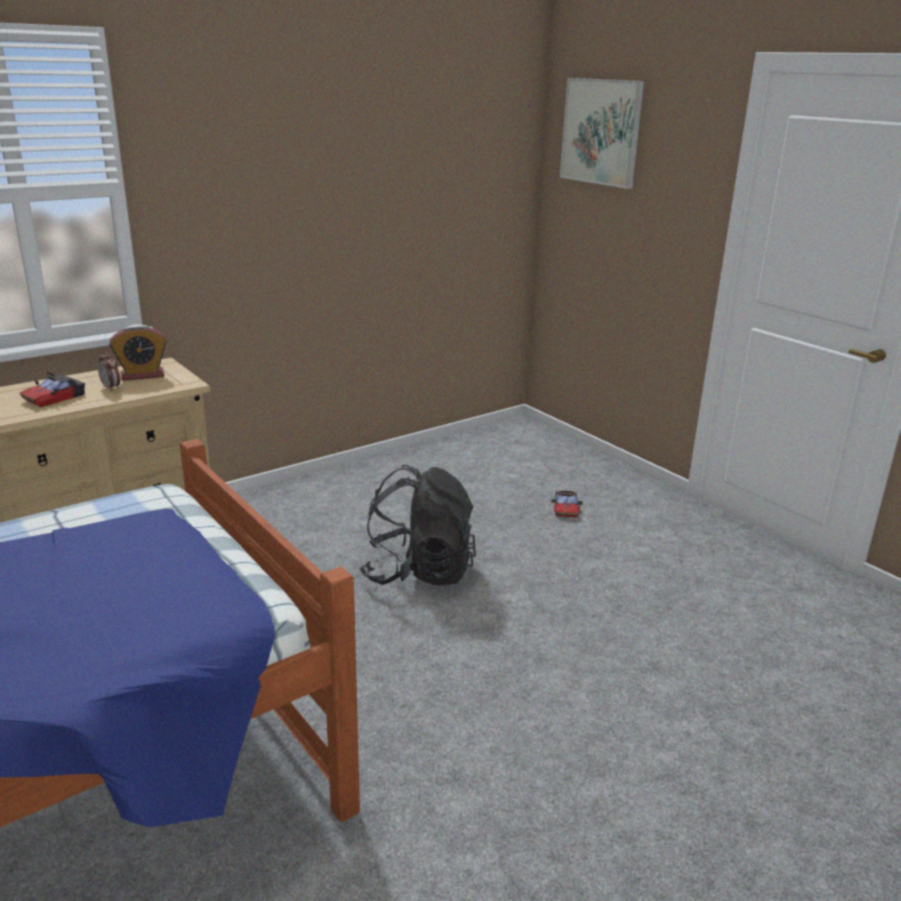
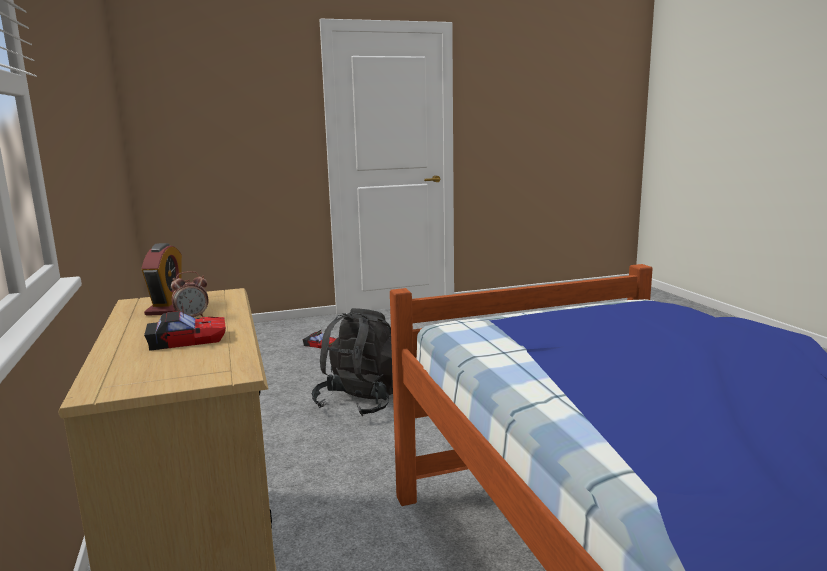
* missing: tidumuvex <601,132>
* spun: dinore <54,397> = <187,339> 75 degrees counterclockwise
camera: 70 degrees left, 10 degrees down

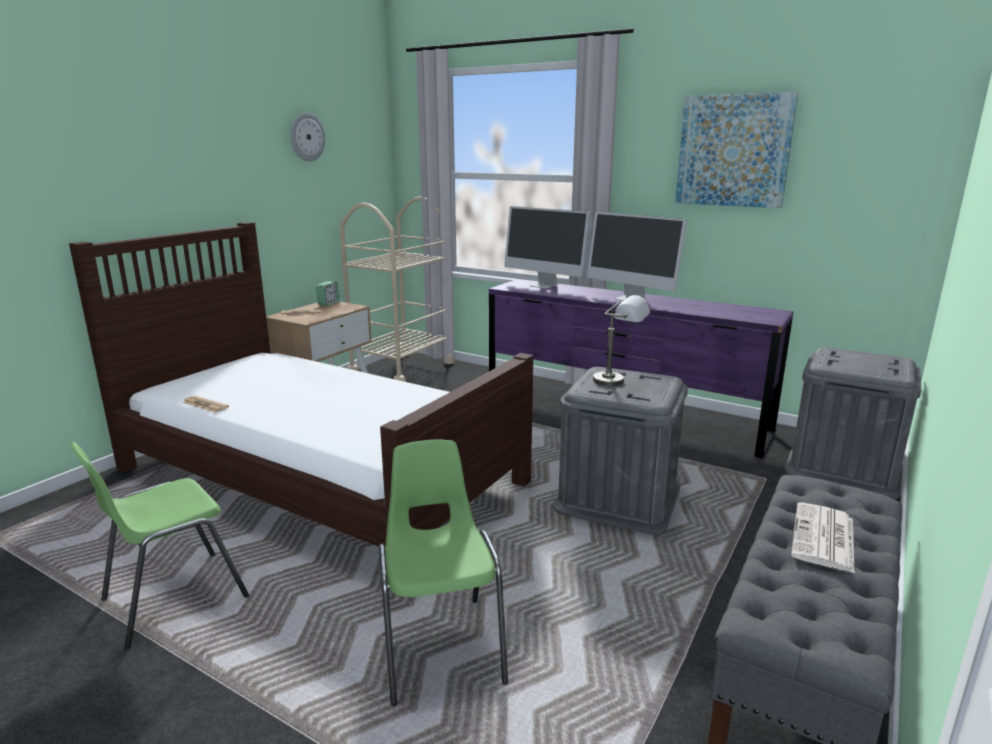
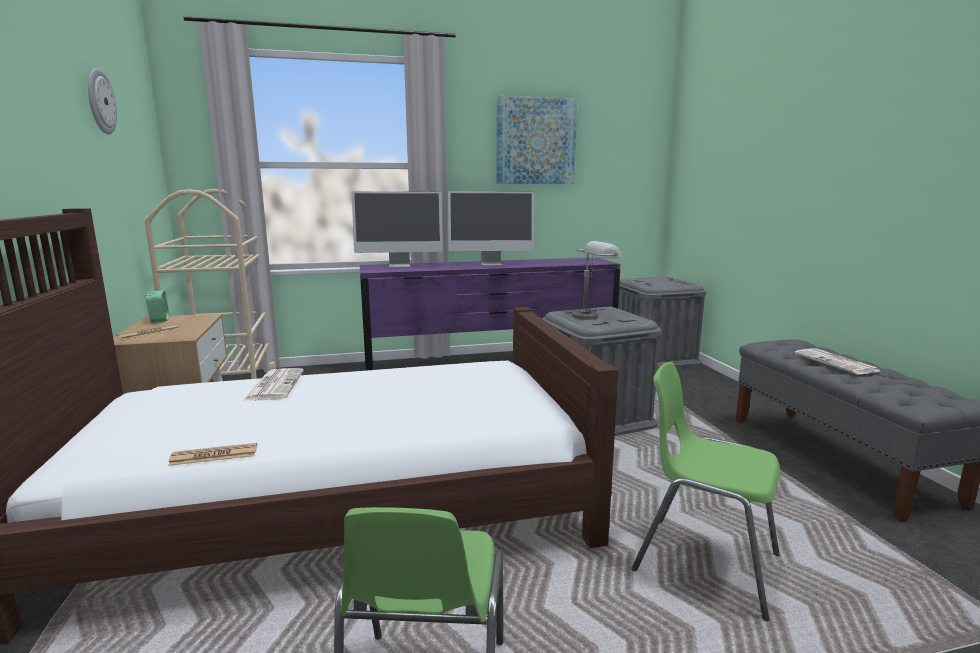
* appeared: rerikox <275,385>
camera: 45 degrees left, 5 degrees down

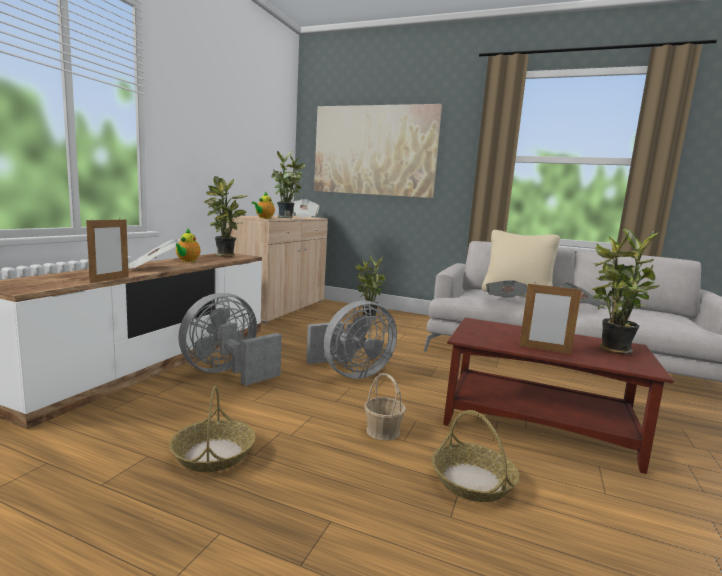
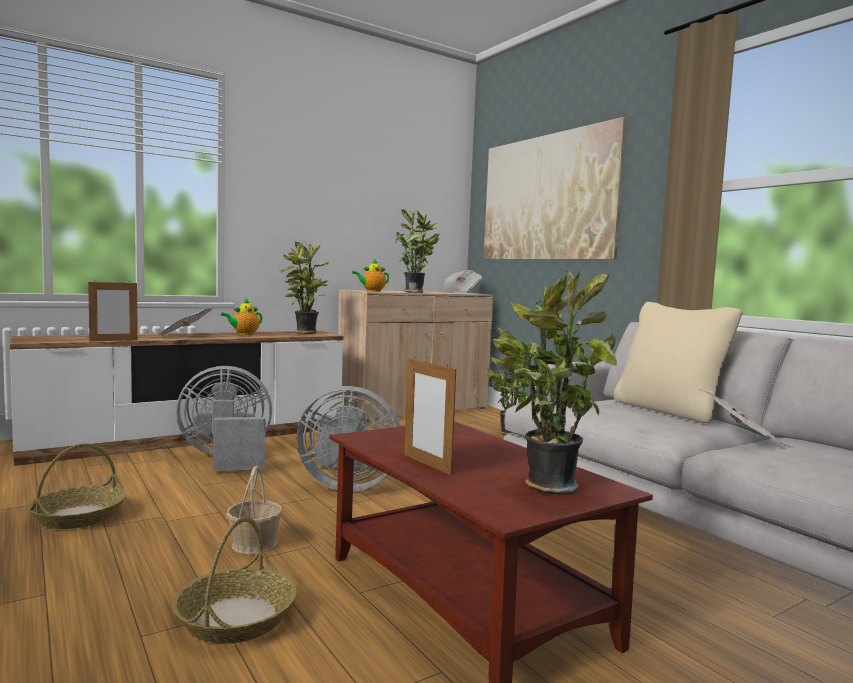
* missing: rerikox <505,301>
camera: 35 degrees right, 5 degrees down

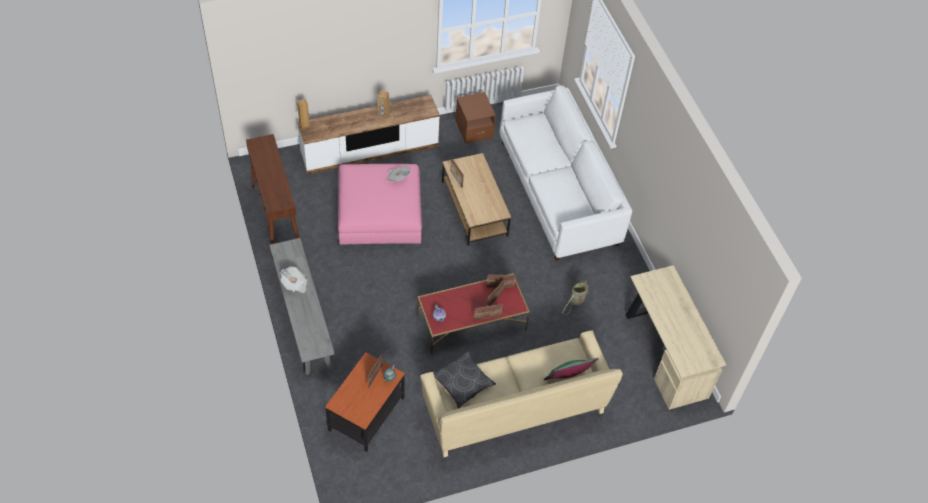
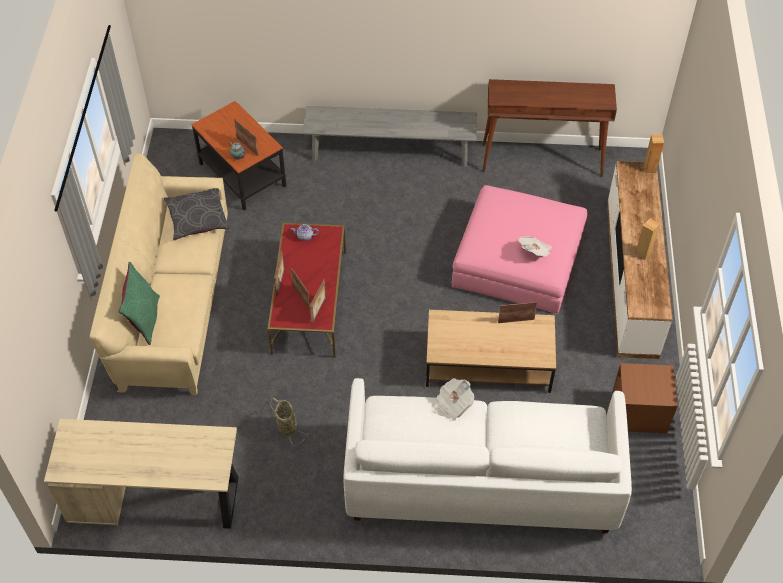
* relocated: rerikox <295,284> to <452,405>
camera: 115 degrees right, 0 degrees up

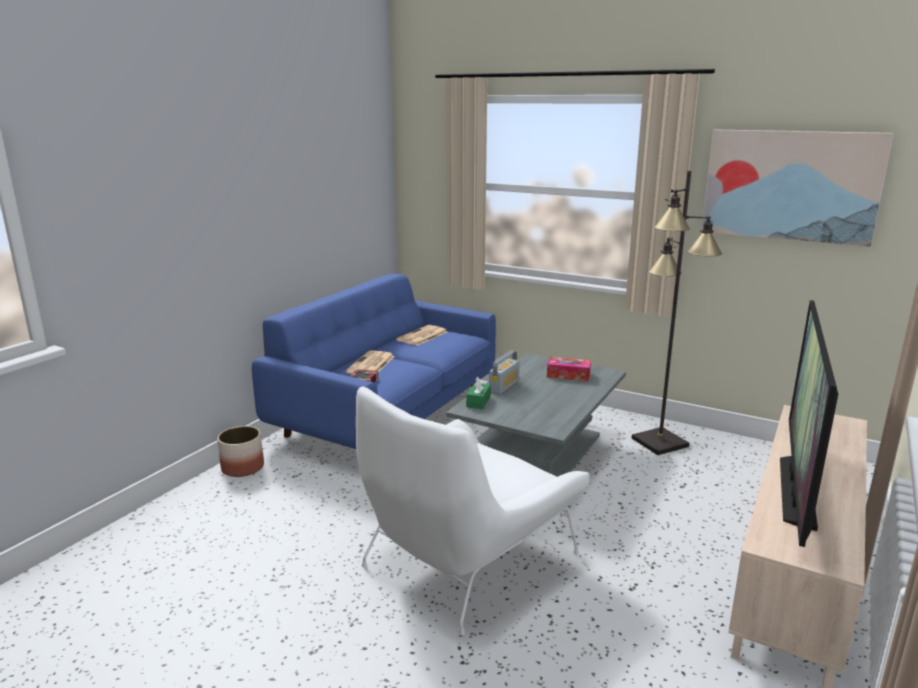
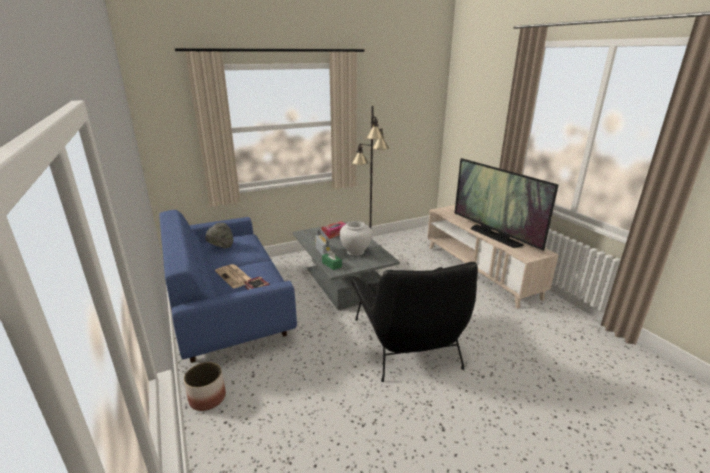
* missing: tidumuvex <790,185>
* appeared: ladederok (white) <355,252>
* exchanged: rerikox <422,336> to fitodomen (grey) <221,247>
* colour: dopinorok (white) <468,558> to dopinorok (black) <407,342>
camera: 55 degrees left, 5 degrees up

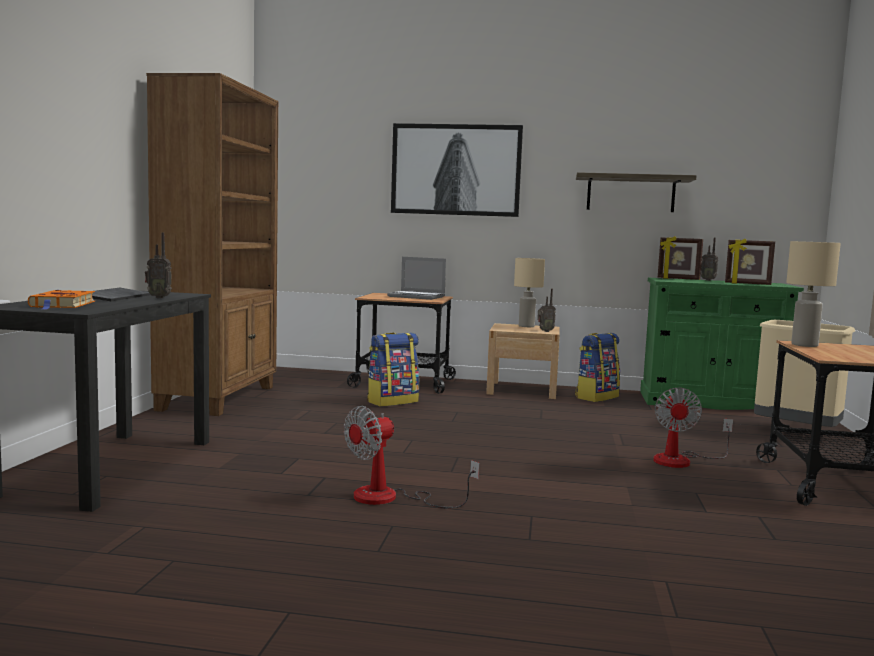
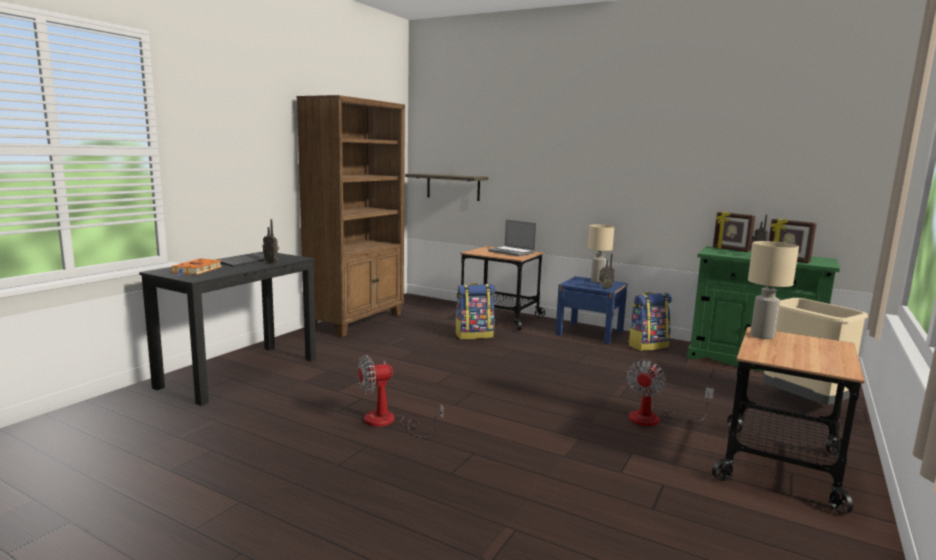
* missing: tidumuvex <455,170>
* relocated: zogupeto <630,194> to <453,187>
* colour: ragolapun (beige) <522,390> to ragolapun (blue) <589,333>
camera: 20 degrees right, 5 degrees up

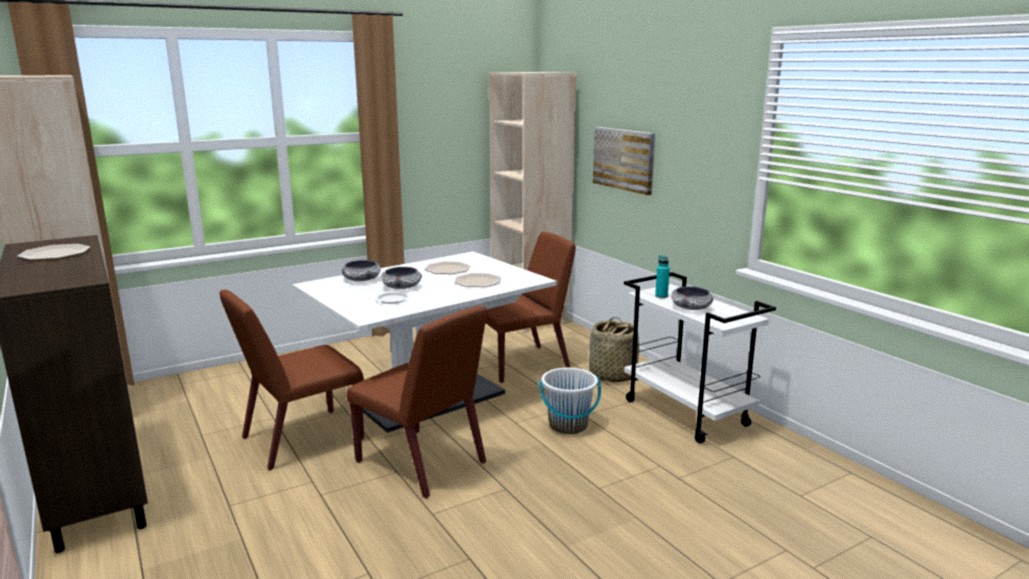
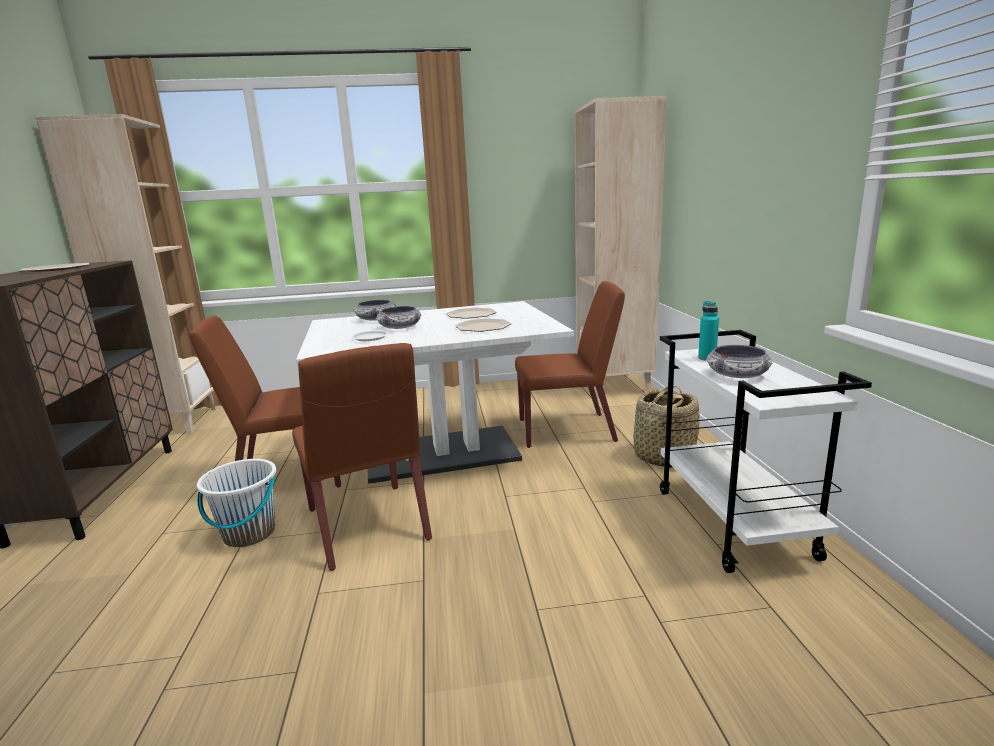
* missing: tidumuvex <624,159>
* relocated: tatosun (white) <568,425> to <249,534>
camera: 25 degrees right, 0 degrees up

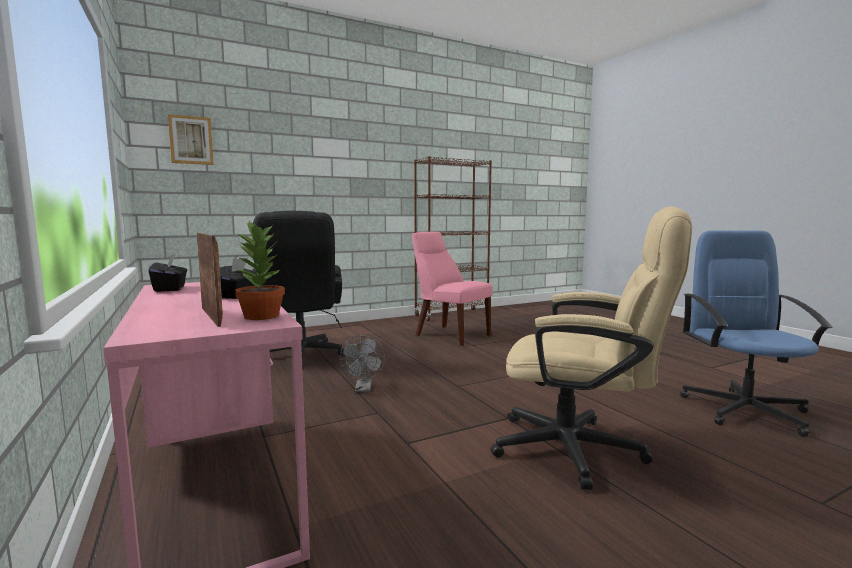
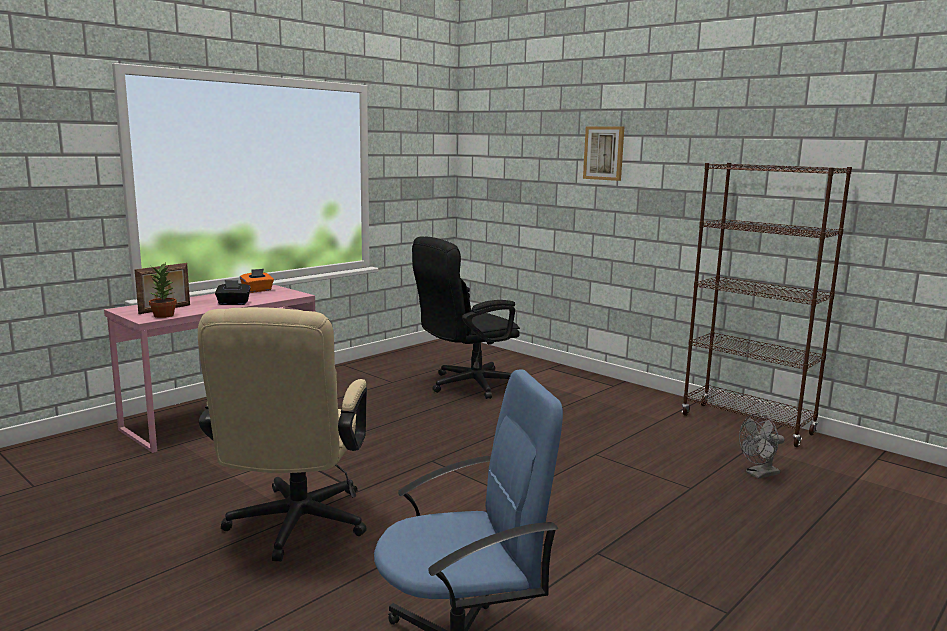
* missing: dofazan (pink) <449,335>
* relocated: tidumuvex <191,140> to <604,153>
* relocated: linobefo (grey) <363,389> to <759,474>
* colour: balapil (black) <170,289> to balapil (orange) <257,290>
camera: 70 degrees right, 5 degrees up

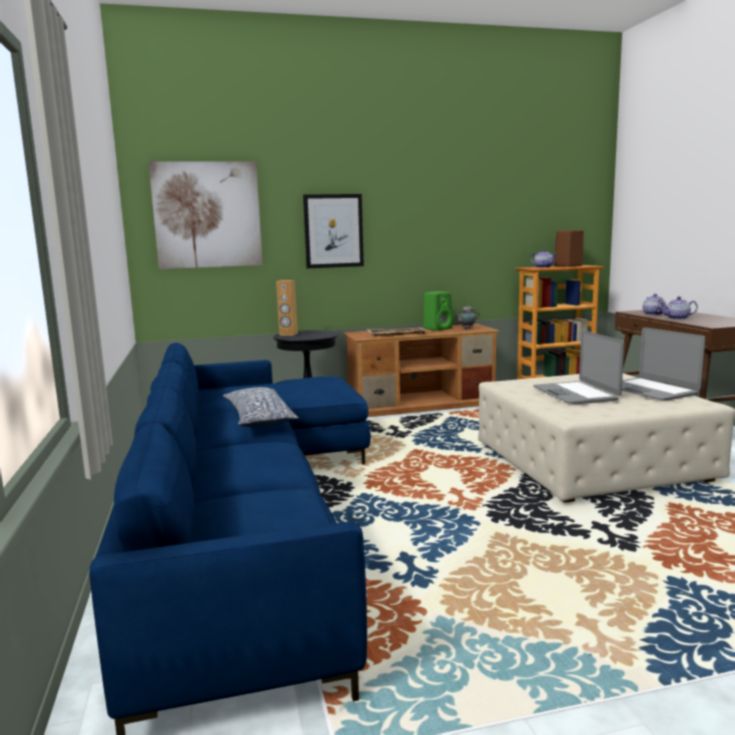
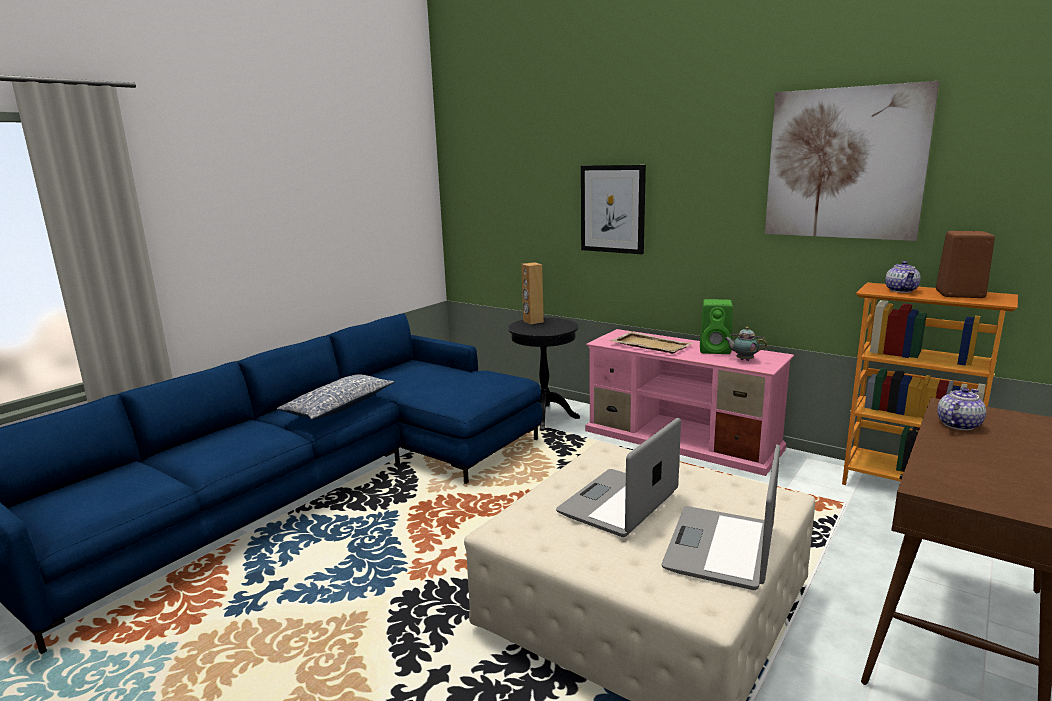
* missing: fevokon <677,318>
* relocated: tidumuvex <207,215> to <844,164>
* colour: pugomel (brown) <422,404> to pugomel (pink) <683,440>
camera: 50 degrees right, 5 degrees up

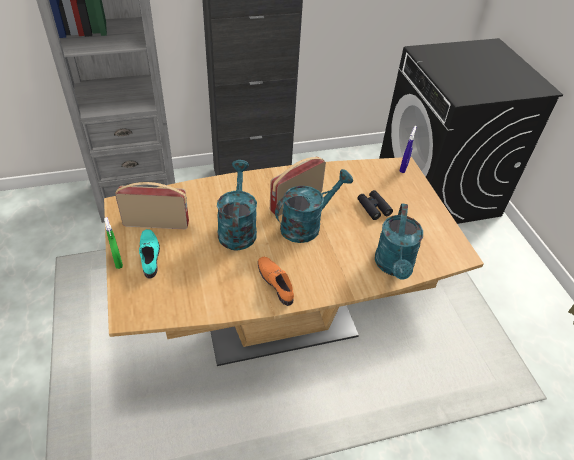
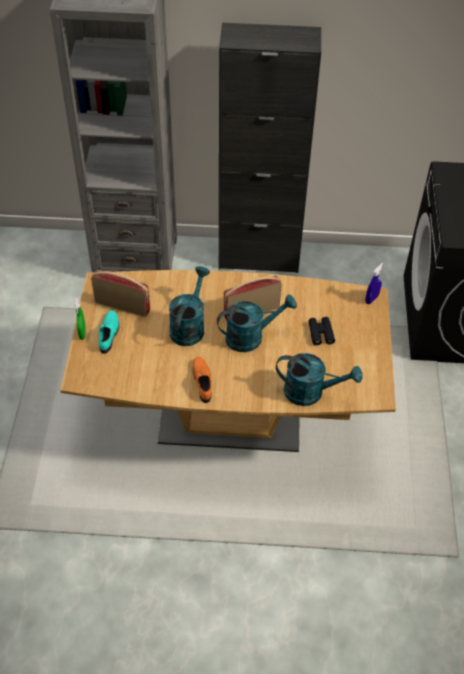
* spun: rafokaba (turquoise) <394,266> = <311,392> 105 degrees counterclockwise
camera: 20 degrees right, 5 degrees up

